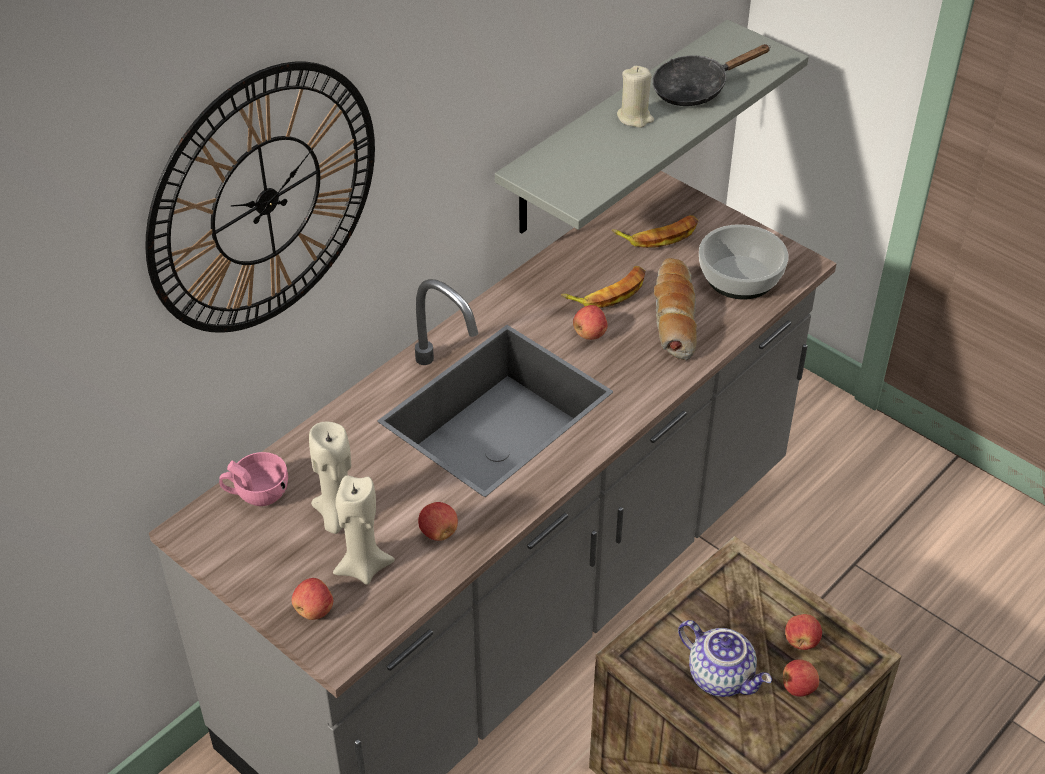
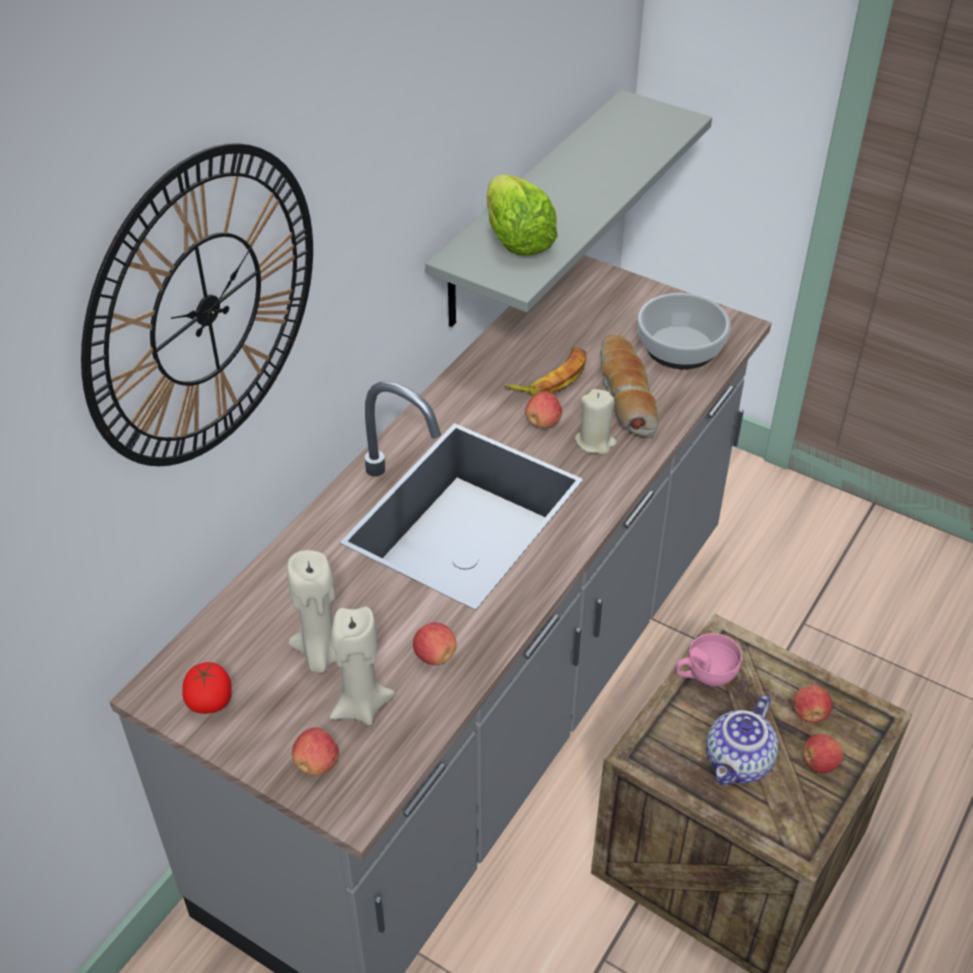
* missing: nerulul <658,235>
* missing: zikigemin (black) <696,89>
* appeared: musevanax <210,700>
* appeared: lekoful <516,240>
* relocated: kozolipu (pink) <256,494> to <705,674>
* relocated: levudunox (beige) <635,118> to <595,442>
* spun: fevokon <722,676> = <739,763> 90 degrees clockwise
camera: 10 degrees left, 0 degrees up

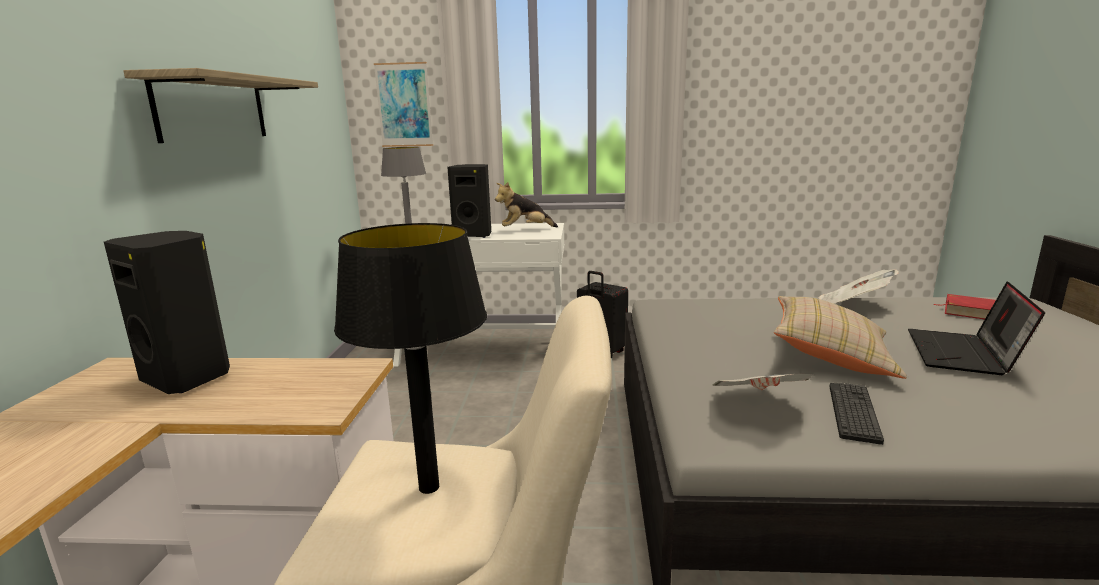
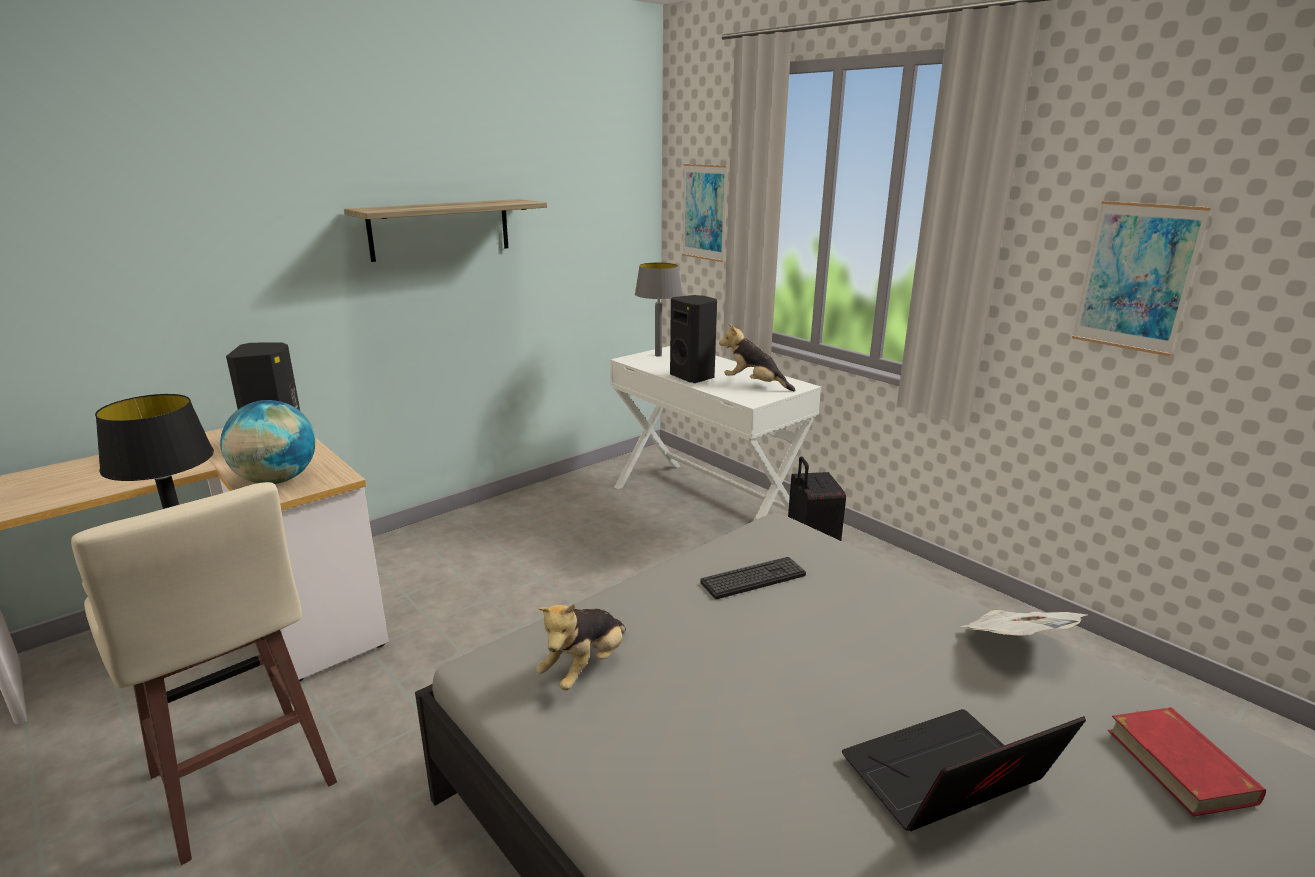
* missing: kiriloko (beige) <830,356>
* appeared: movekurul <277,480>
* appeared: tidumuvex <1136,277>
* relocated: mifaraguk <853,412> to <753,578>
* exchanged: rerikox <757,404> to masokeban <585,668>
camera: 45 degrees right, 5 degrees up

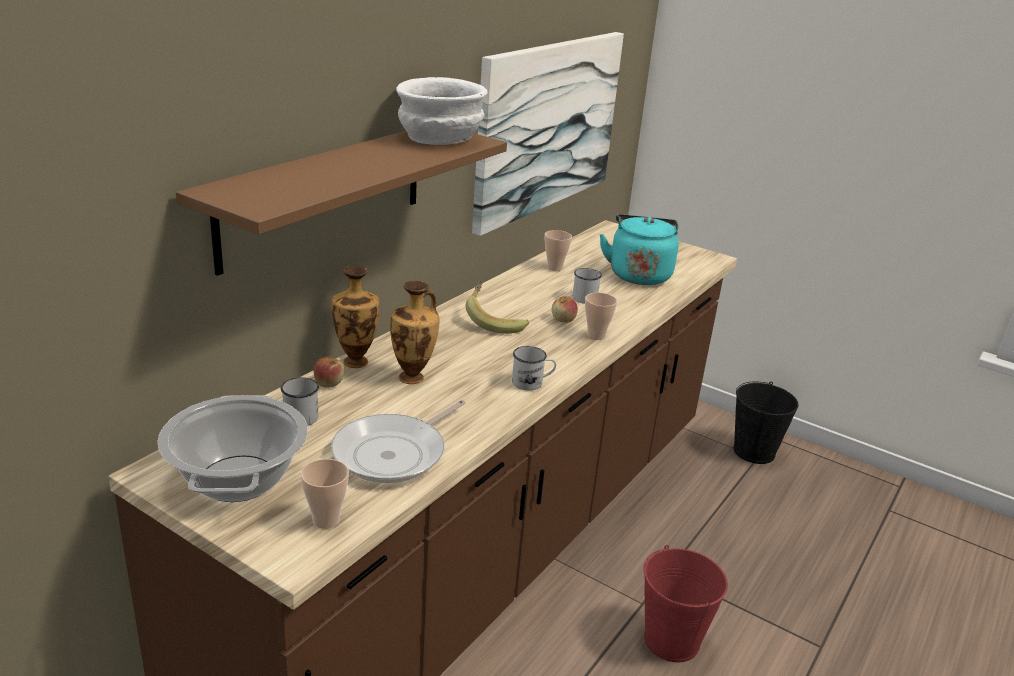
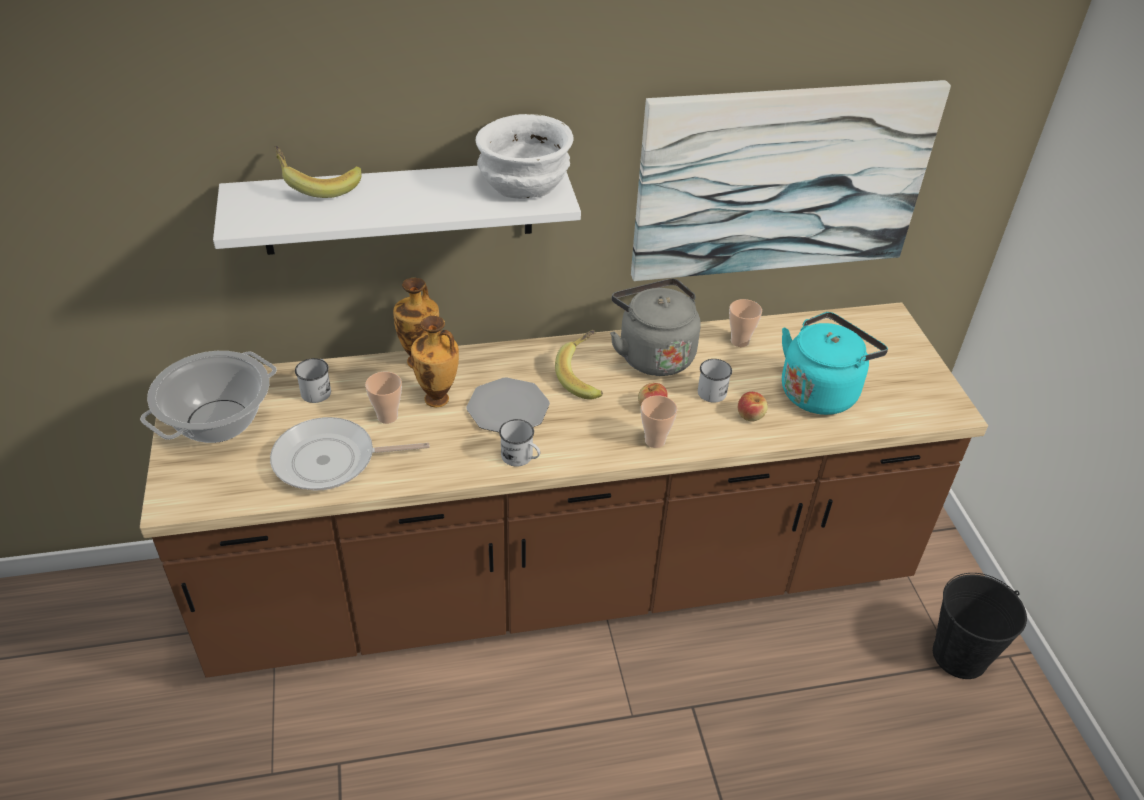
* missing: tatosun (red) <672,640>
* appeared: nerulul <318,185>
* appeared: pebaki <508,408>
* appeared: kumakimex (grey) <653,354>
* relocated: kozolipu <326,520> to <387,417>
* relocated: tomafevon <329,383> to <750,415>
* colour: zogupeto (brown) <325,194> to zogupeto (white) <398,207>
camera: 45 degrees right, 15 degrees up

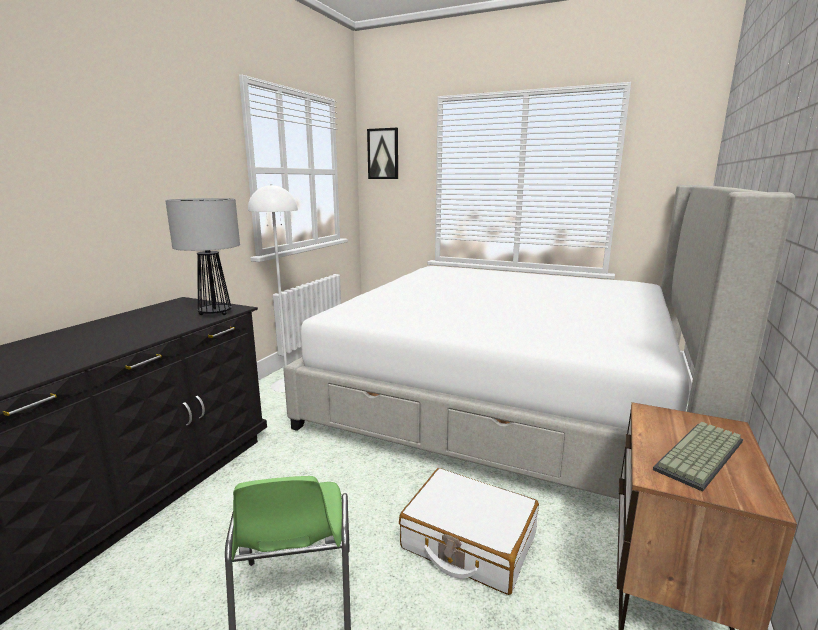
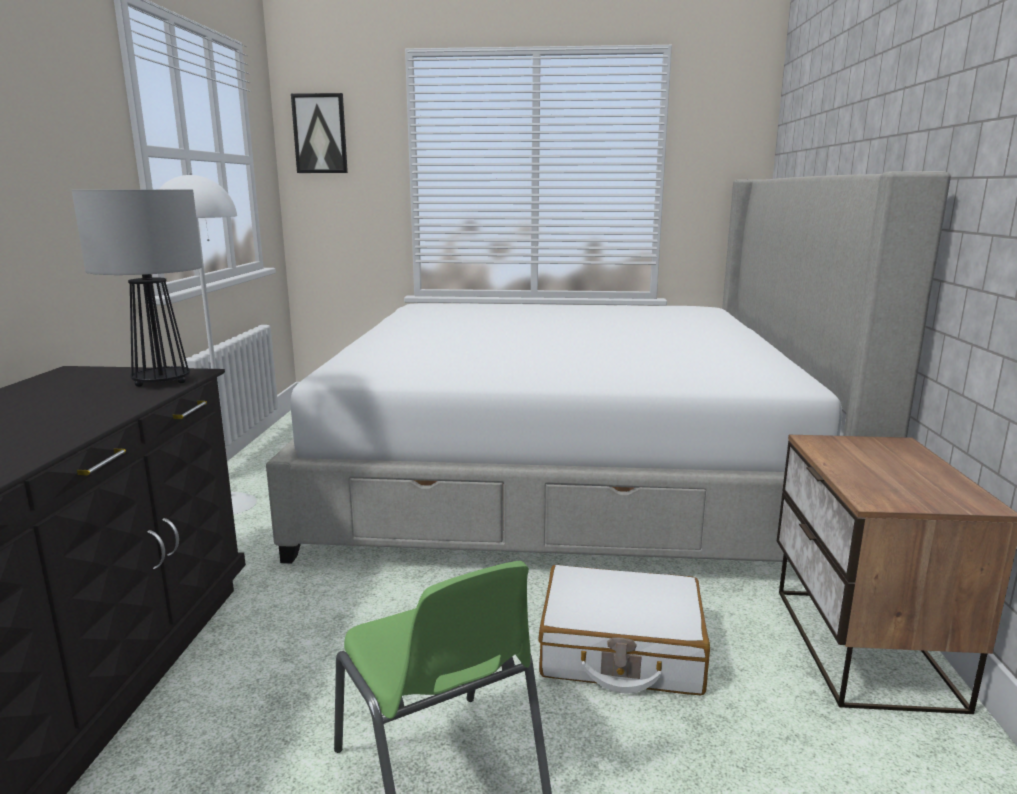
* missing: mifaraguk <701,456>
camera: 20 degrees left, 0 degrees up

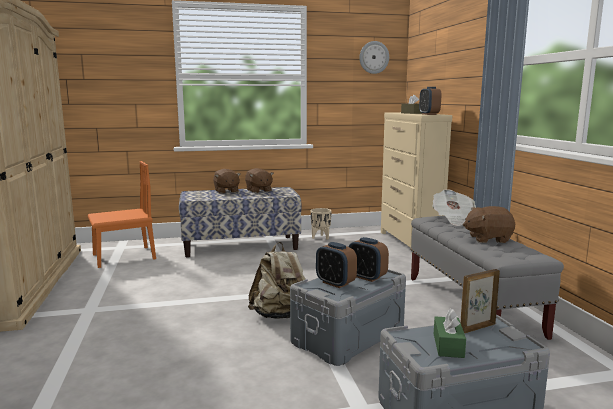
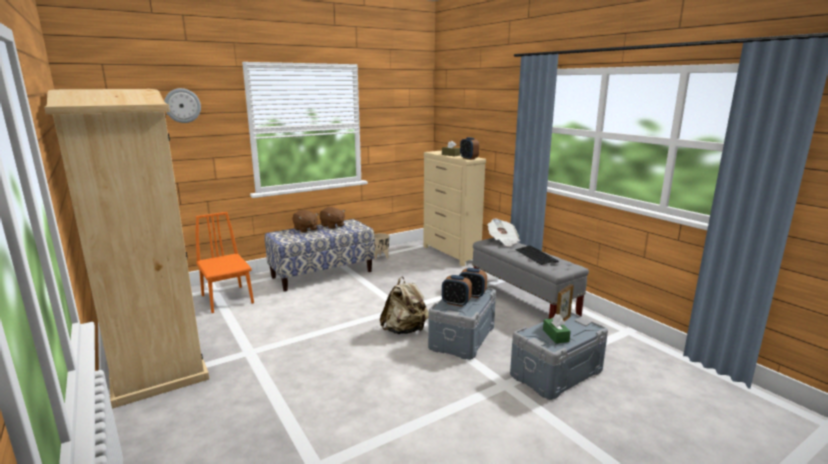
* relocated: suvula <374,57> to <182,105>
* exchanged: masokeban (brown) <488,239> to mifaraguk <536,256>
* spun: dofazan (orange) <124,257> = <227,299> 75 degrees counterclockwise
camera: 20 degrees left, 5 degrees up

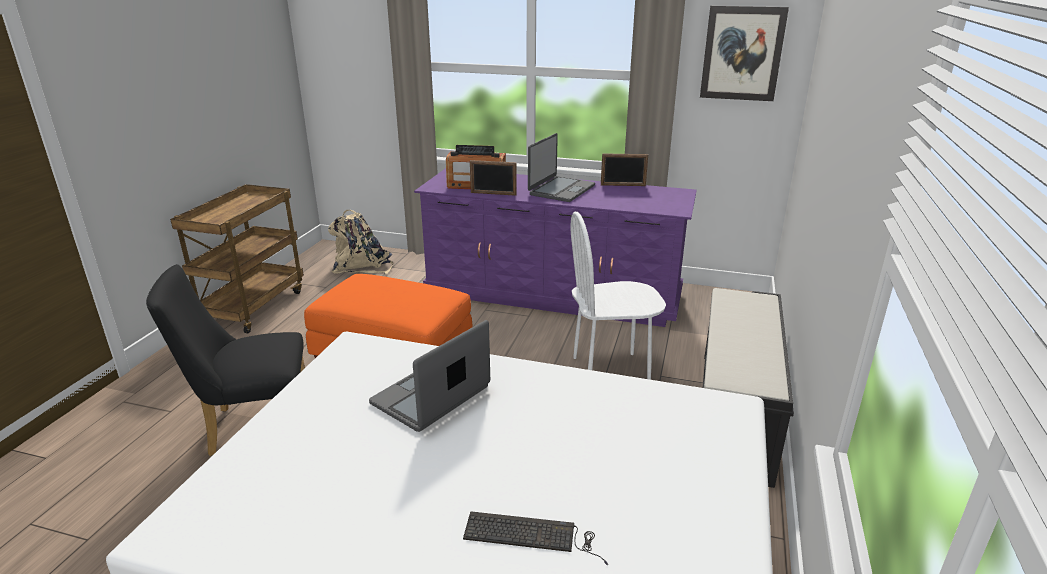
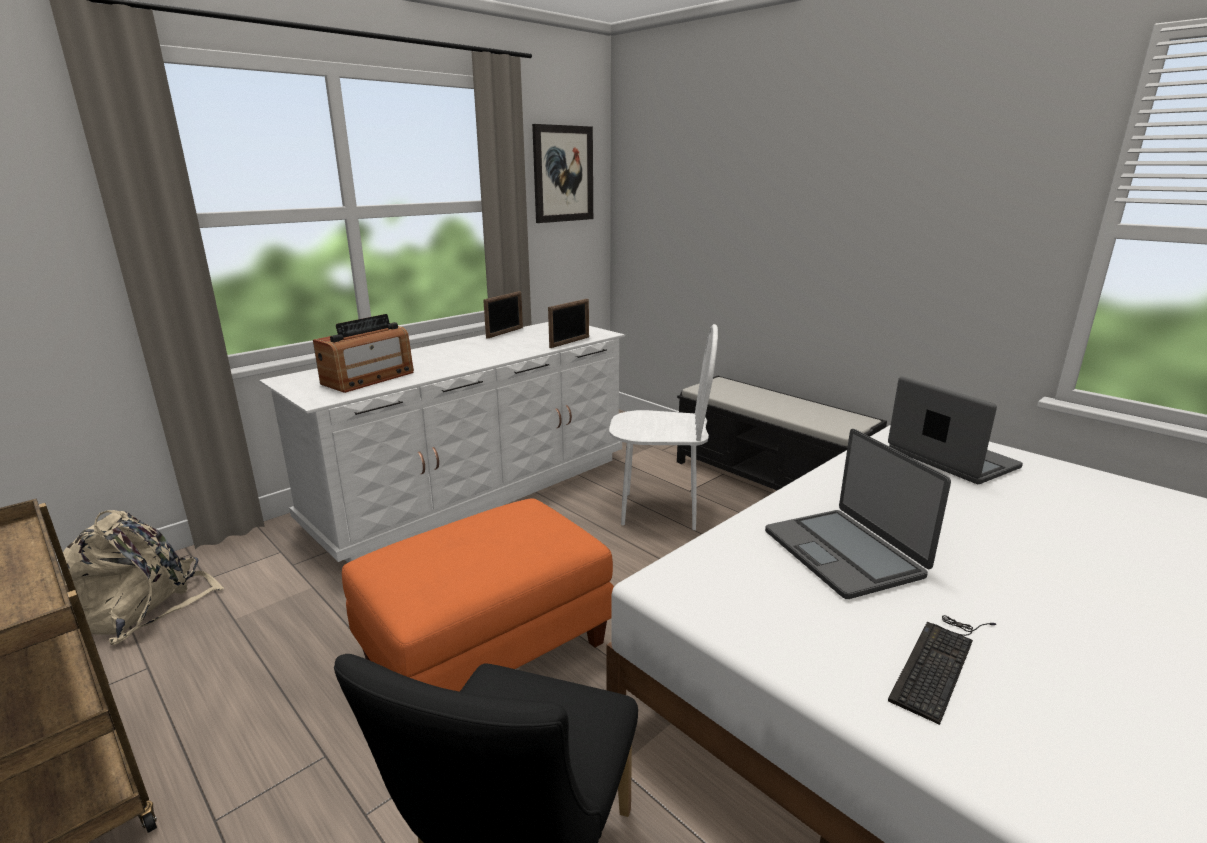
* relocated: mifaraguk <533,535> to <940,661>
* relocated: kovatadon <493,194> to <570,342>
* relocated: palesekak <561,190> to <950,459>
* colour: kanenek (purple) <553,294> to kanenek (white) <475,489>
* spun: dofazan (white) <610,371> = <659,510> 105 degrees counterclockwise
camera: 60 degrees left, 5 degrees down

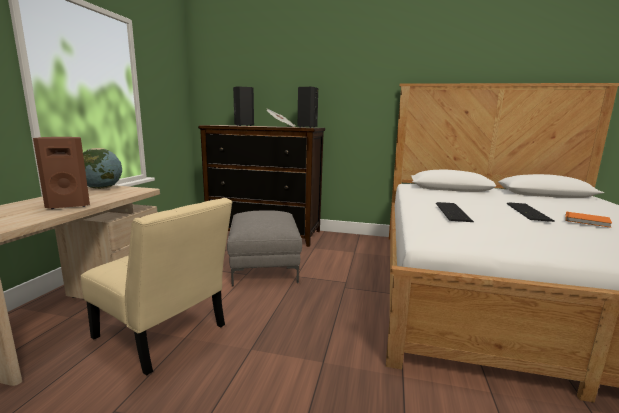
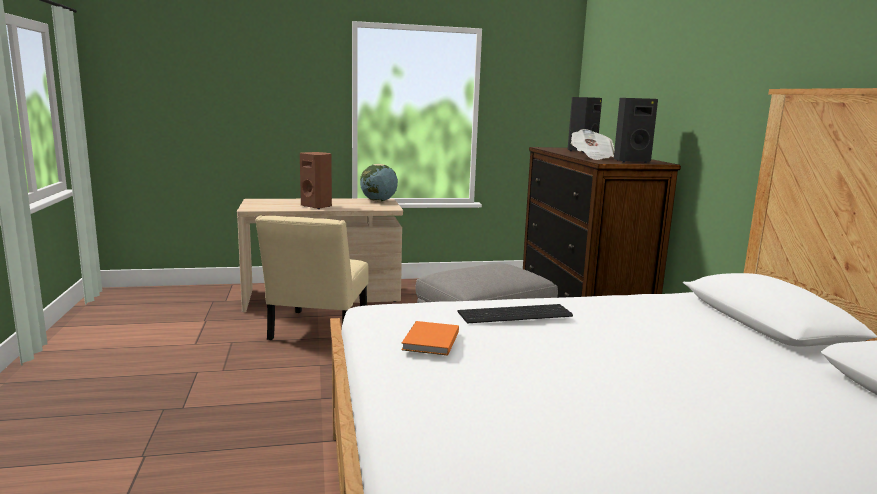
* missing: mifaraguk <529,211>
* relocated: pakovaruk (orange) <588,221> to <429,341>
camera: 65 degrees right, 0 degrees up

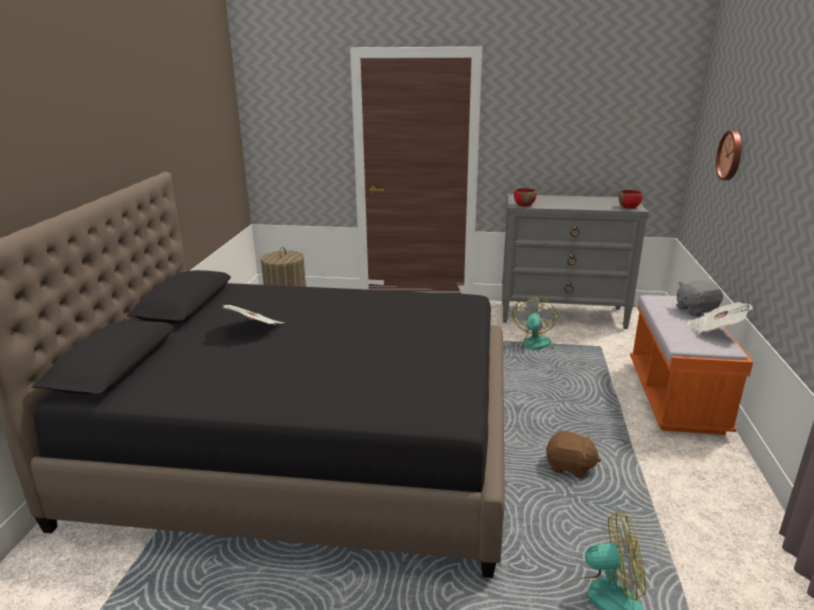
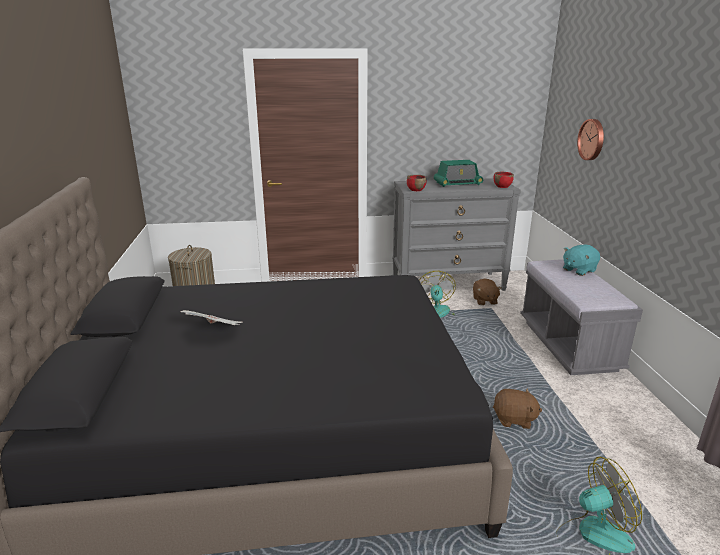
* missing: rerikox <715,330>
* appeared: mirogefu <457,183>
* appeared: masokeban (brown) <484,301>
* colour: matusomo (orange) <675,397> to matusomo (grey) <568,345>
* colour: masokeban (grey) <695,310> to masokeban (turquoise) <578,270>
camera: 15 degrees left, 0 degrees up

